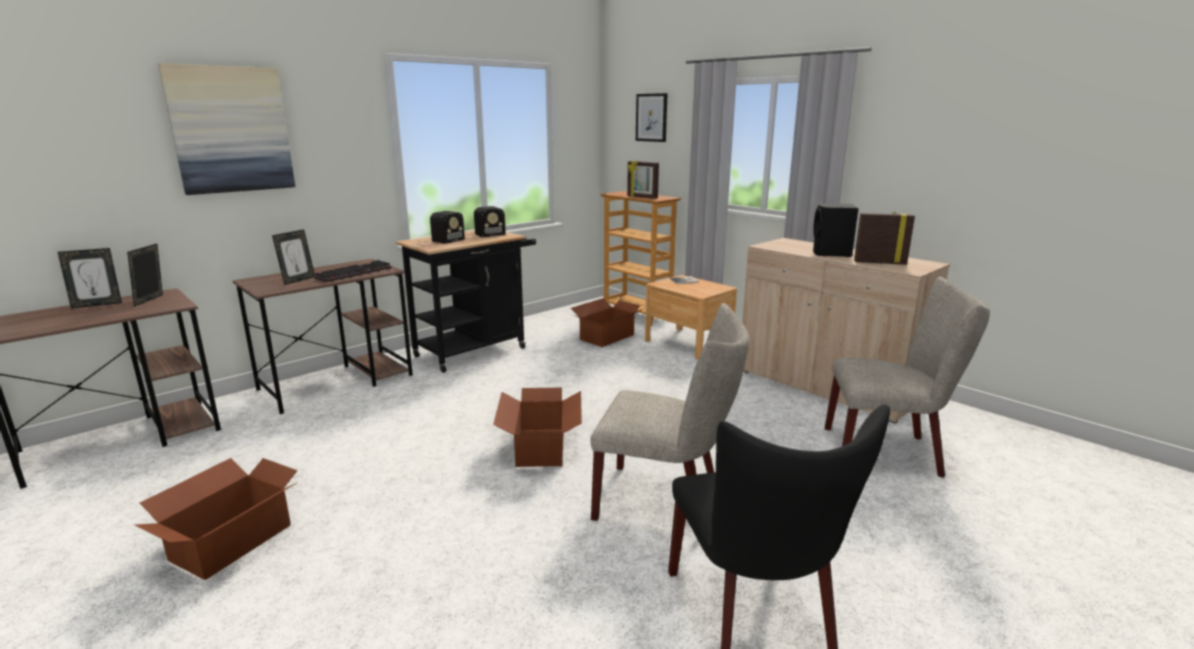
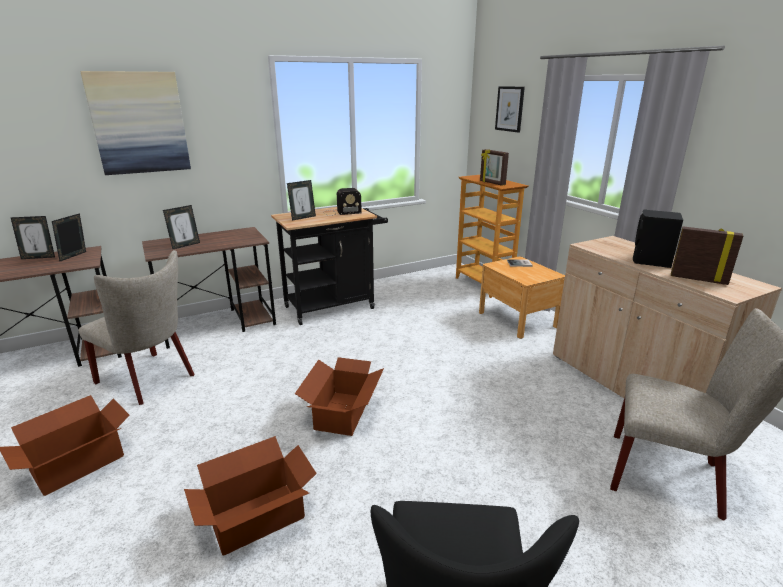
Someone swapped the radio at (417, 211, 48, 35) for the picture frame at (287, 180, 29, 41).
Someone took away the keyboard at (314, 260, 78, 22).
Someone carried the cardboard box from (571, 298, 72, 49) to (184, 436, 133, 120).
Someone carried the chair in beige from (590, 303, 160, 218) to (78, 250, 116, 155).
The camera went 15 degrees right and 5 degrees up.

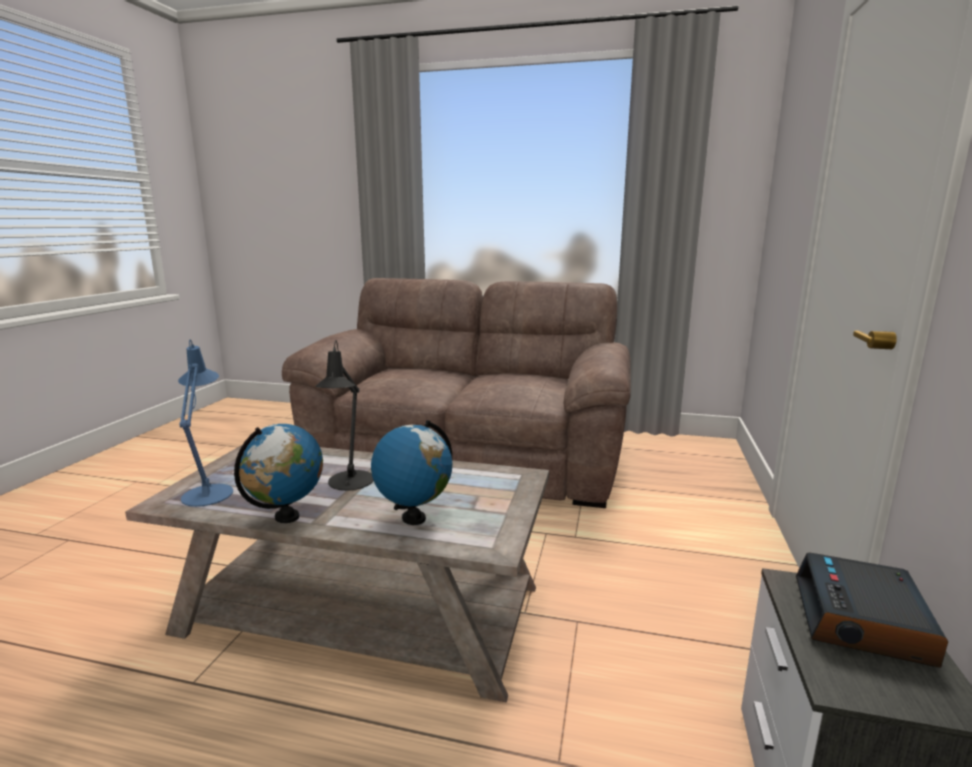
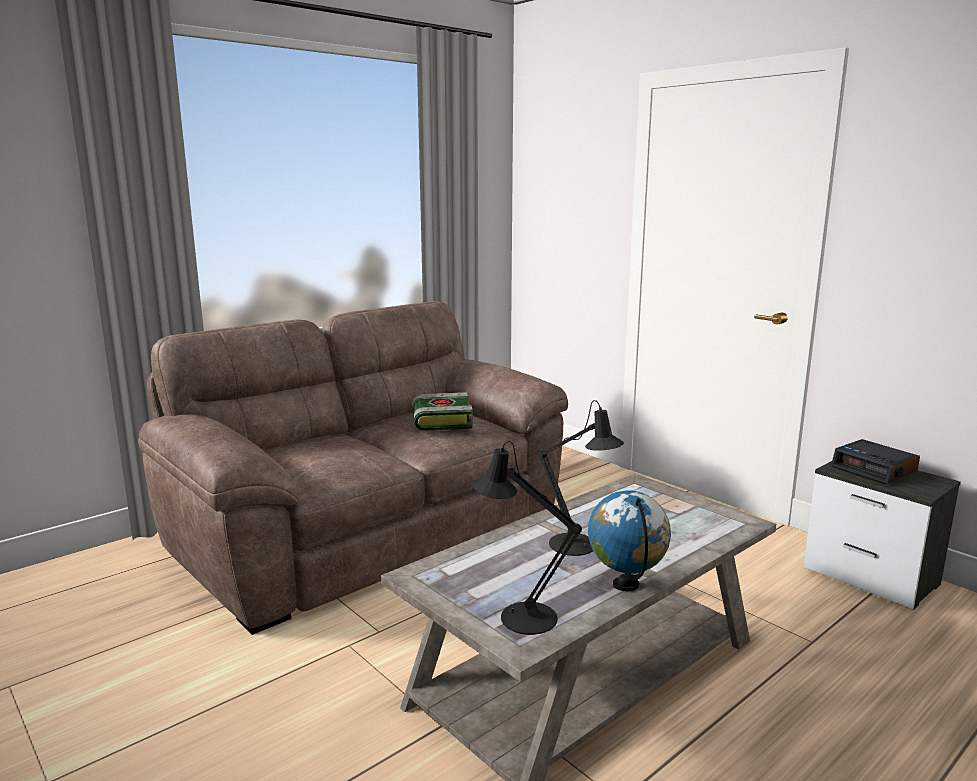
Someone repainted the table lamp in blue at (178, 339, 55, 168), which became the table lamp in black at (473, 441, 109, 194).
Someone took away the globe at (371, 420, 81, 105).
Someone put down the book at (412, 393, 61, 38).
The camera went 55 degrees left and 0 degrees up.

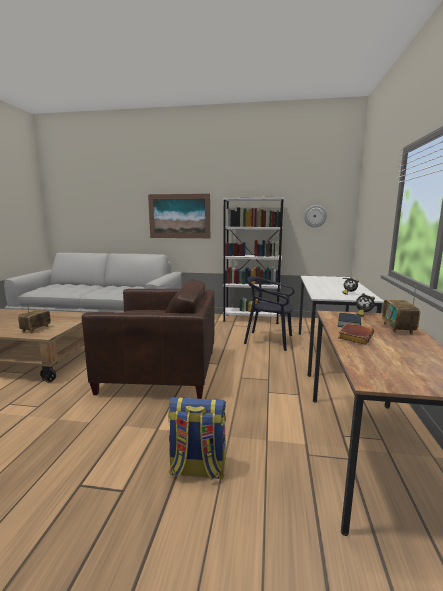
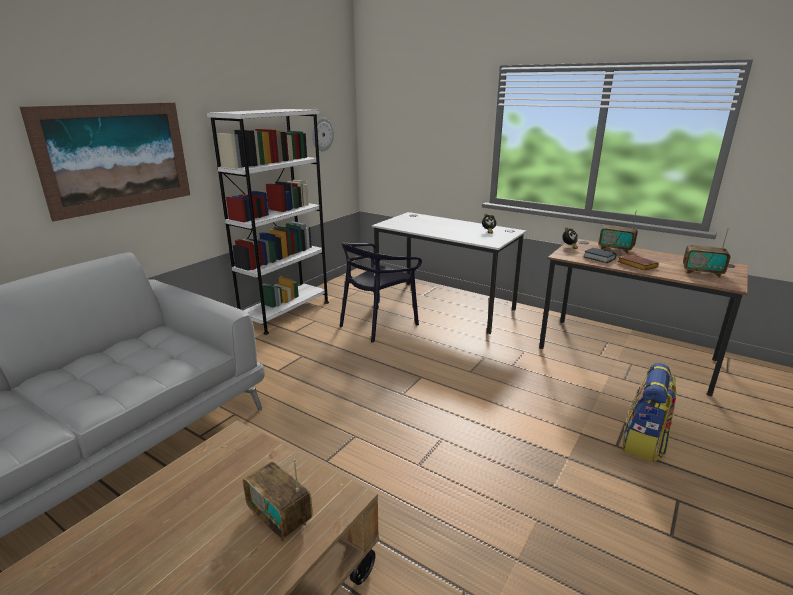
Someone took away the armchair in brown at (82, 279, 133, 120).
Someone put down the radio at (683, 228, 47, 50).
The camera went 65 degrees left and 10 degrees up.

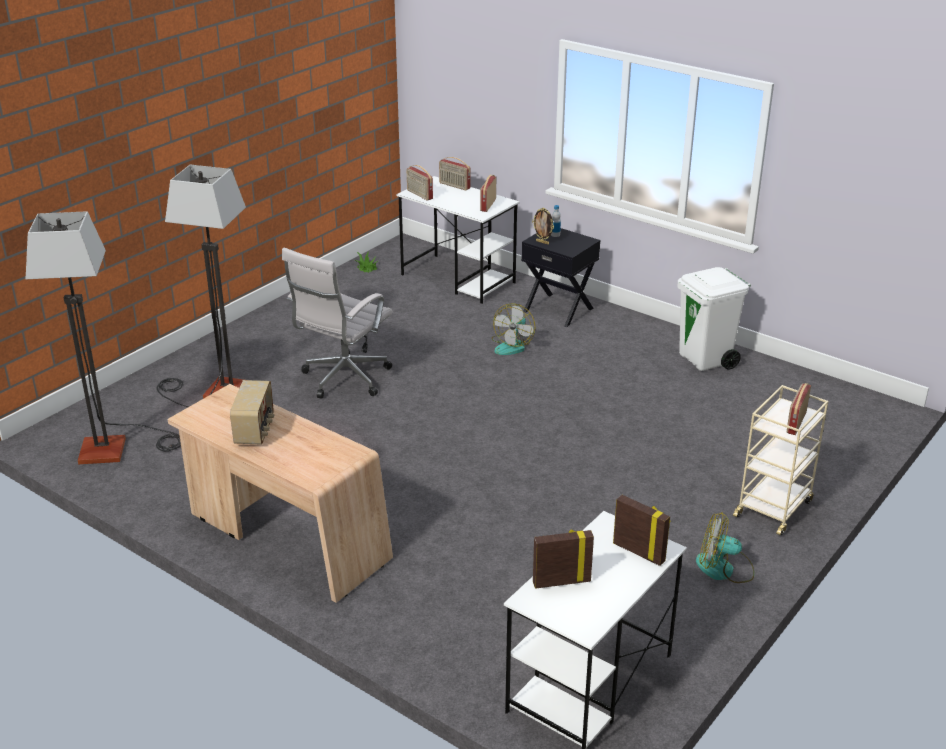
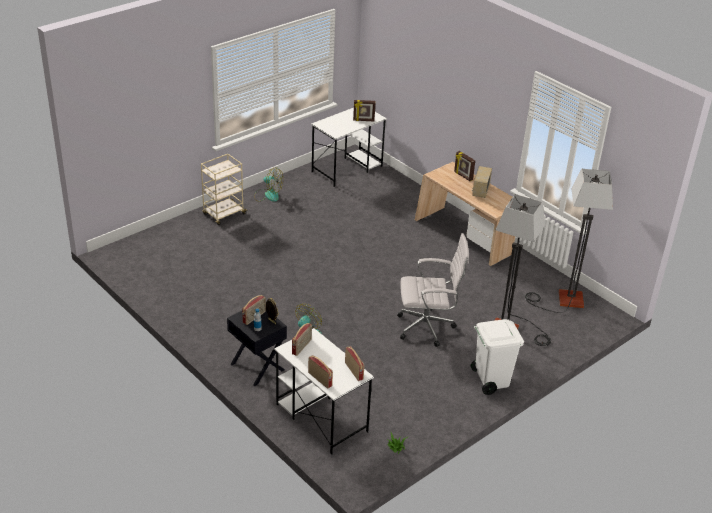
Someone rotated the office chair in white at (282, 248, 110, 150) by 45 degrees clockwise.
Someone carried the trash can in white from (678, 267, 73, 104) to (471, 319, 53, 76).
Someone carried the radio from (787, 383, 24, 52) to (242, 295, 24, 30).
Someone carried the picture frame from (613, 495, 57, 71) to (454, 151, 21, 30).
The camera went 170 degrees left and 5 degrees up.

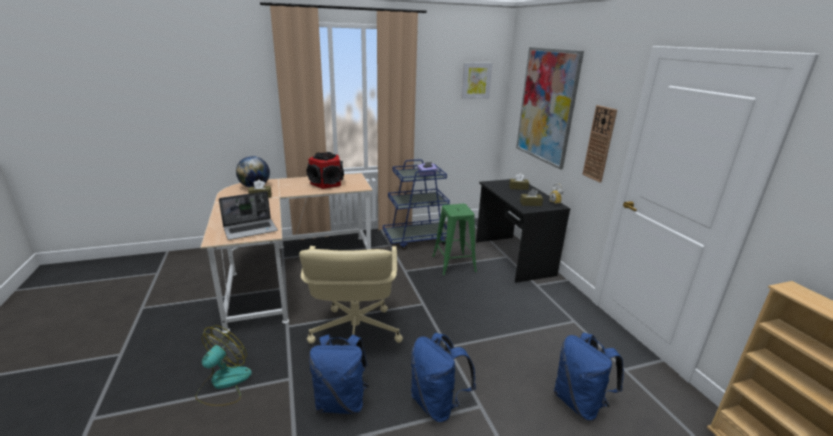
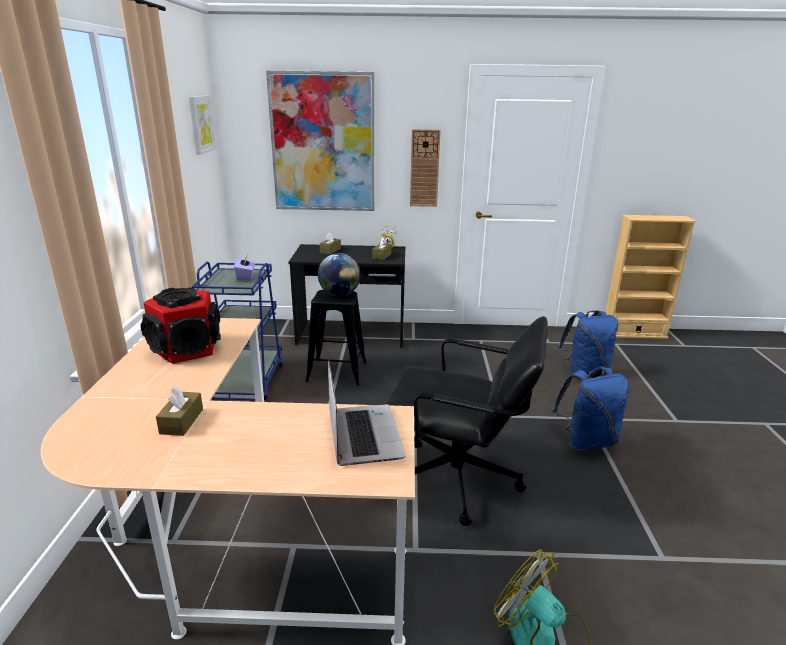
Someone carried the globe from (236, 156, 34, 31) to (318, 253, 43, 43).
Someone repainted the stool in green at (432, 204, 45, 71), which became the stool in black at (305, 290, 61, 95).
Someone repainted the office chair in beige at (299, 246, 104, 98), which became the office chair in black at (385, 316, 163, 210).
Someone took away the backpack in blue at (309, 334, 60, 80).
The camera went 70 degrees left and 0 degrees up.

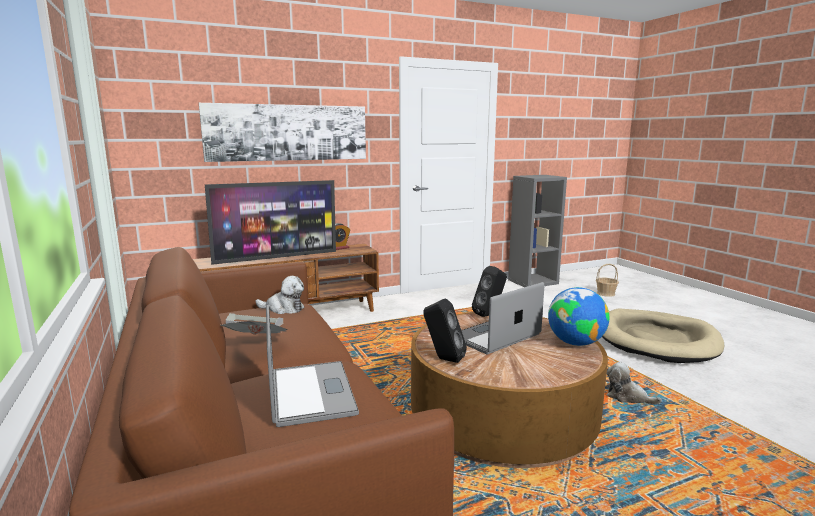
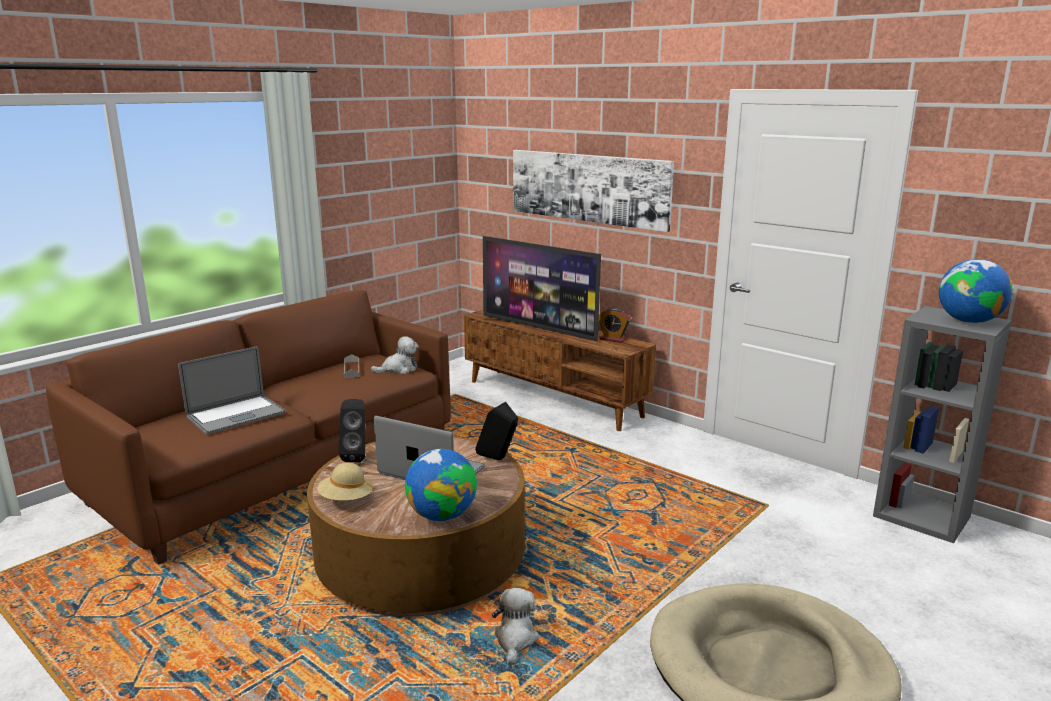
Someone took away the basket at (596, 264, 23, 33).
Someone rotated the plush toy at (255, 276, 49, 38) by 105 degrees counterclockwise.
Someone took away the newspaper at (221, 321, 67, 14).
Someone put down the globe at (939, 259, 73, 64).
Someone put down the hat in beige at (317, 463, 57, 38).
The camera went 65 degrees right and 5 degrees up.

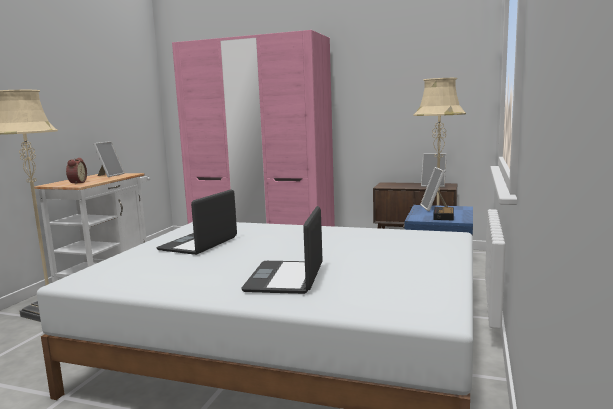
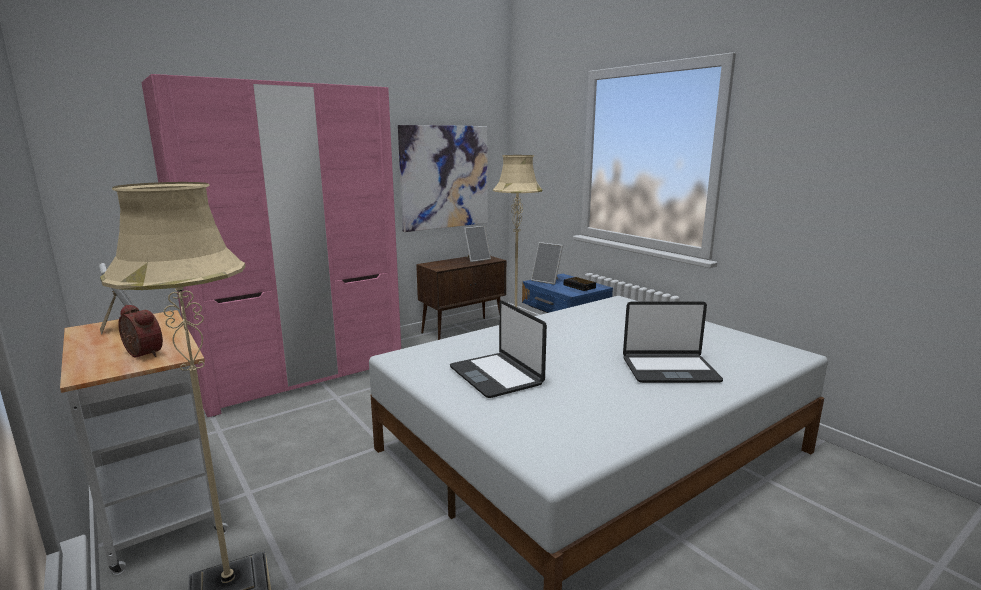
Someone rotated the laptop at (241, 206, 82, 88) by 45 degrees counterclockwise.
Someone put up the picture at (398, 125, 90, 107).
The camera went 55 degrees left and 5 degrees up.

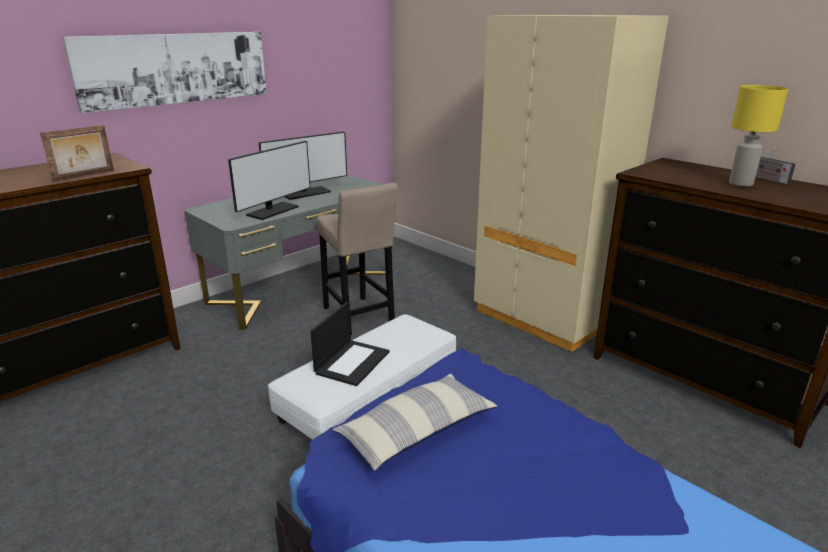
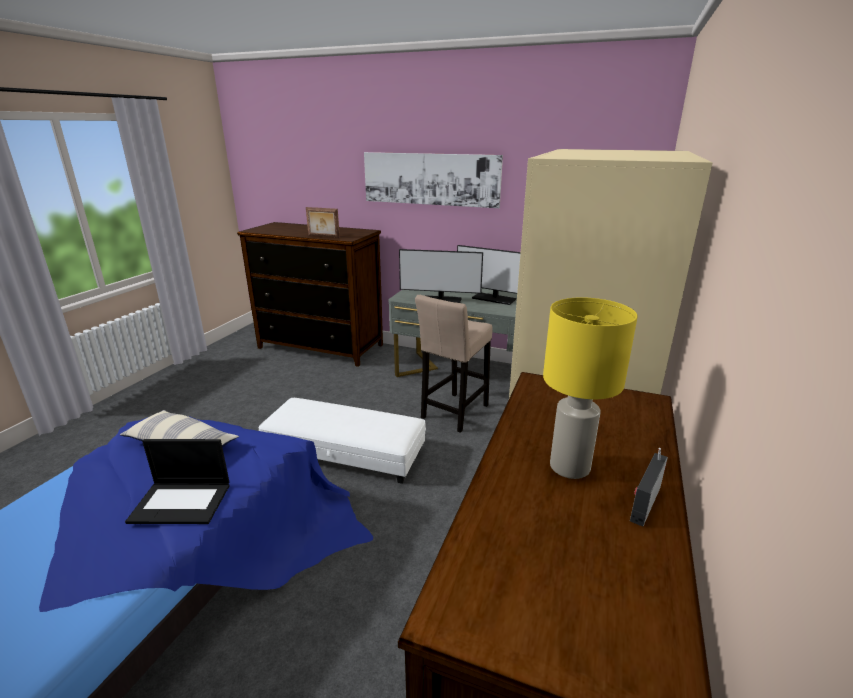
Someone carried the laptop from (310, 302, 80, 84) to (125, 439, 104, 85).
The camera went 65 degrees right and 0 degrees up.

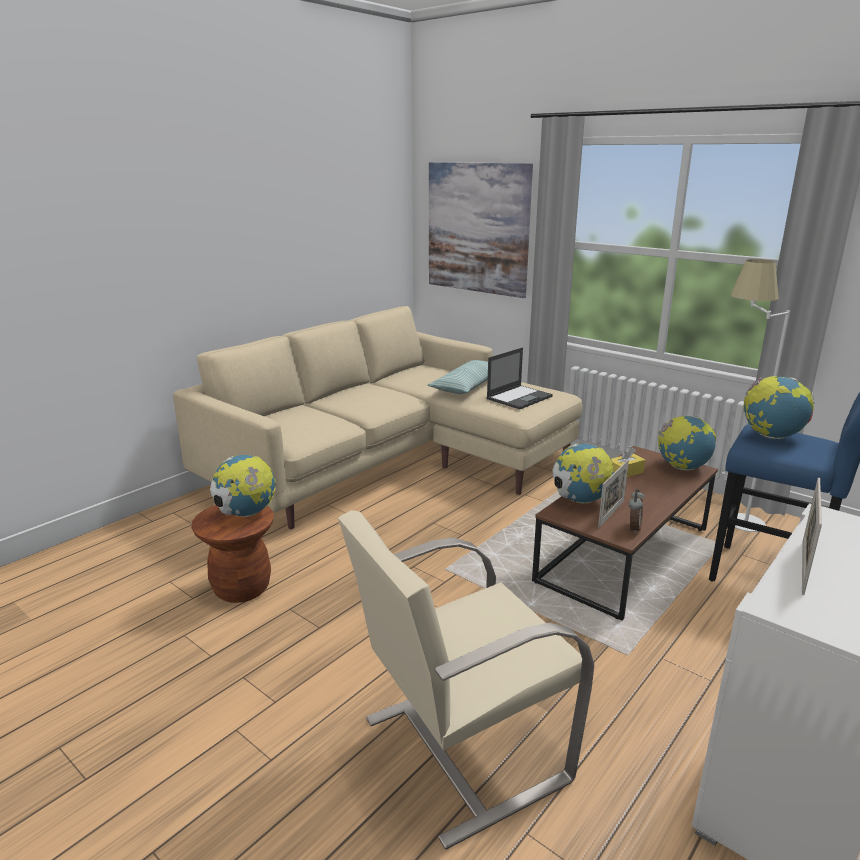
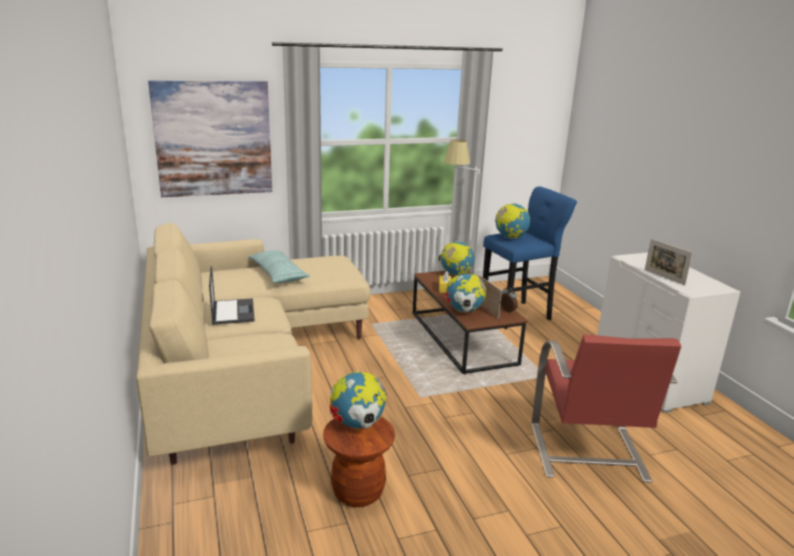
Someone carried the laptop from (486, 347, 67, 62) to (209, 266, 46, 59).
Someone repainted the armchair in beige at (338, 510, 256, 340), which became the armchair in red at (532, 334, 149, 149).
The camera went 60 degrees left and 0 degrees up.

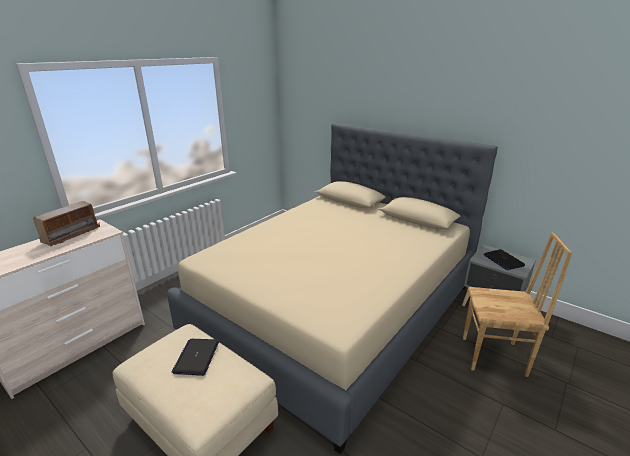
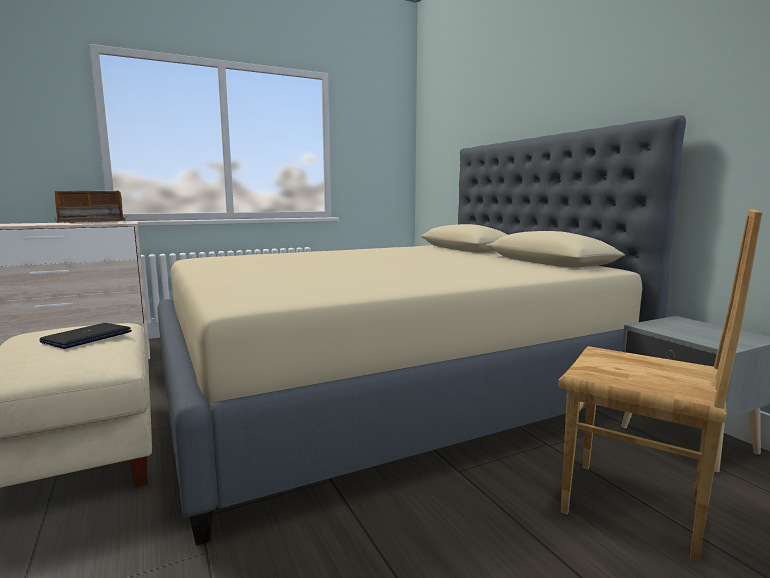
Someone took away the laptop at (484, 249, 41, 21).
The camera went 25 degrees right and 15 degrees down.

